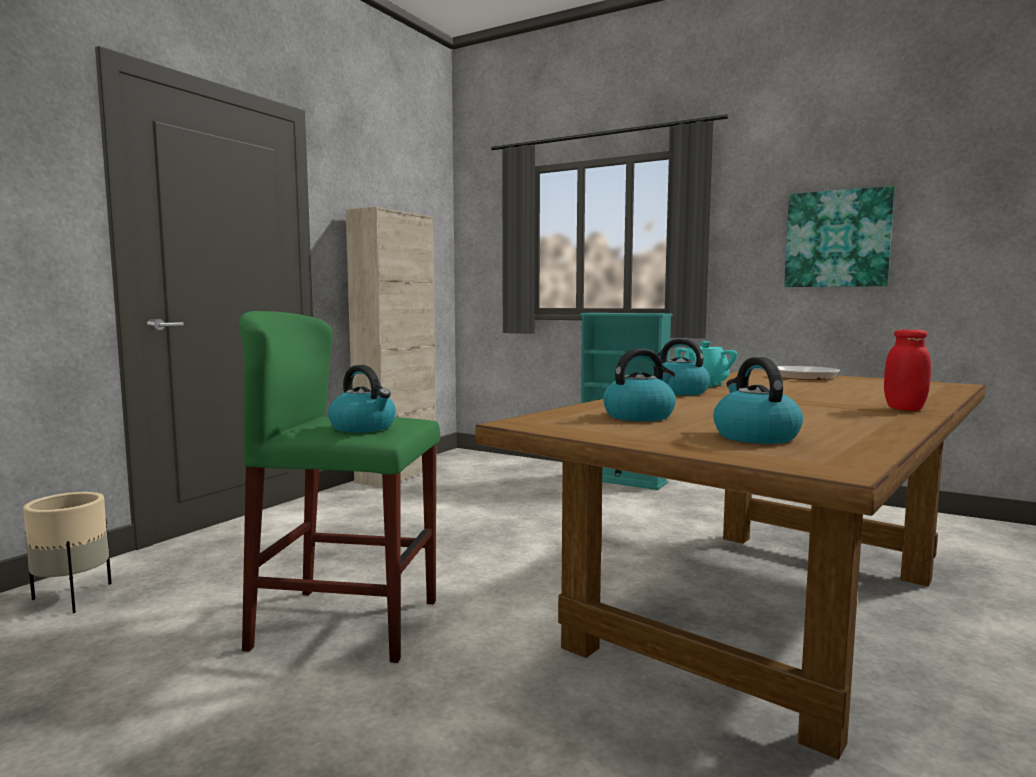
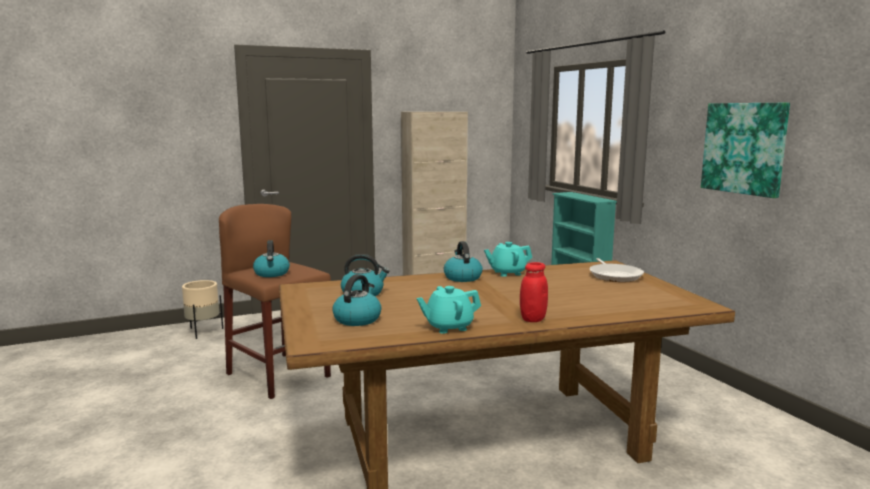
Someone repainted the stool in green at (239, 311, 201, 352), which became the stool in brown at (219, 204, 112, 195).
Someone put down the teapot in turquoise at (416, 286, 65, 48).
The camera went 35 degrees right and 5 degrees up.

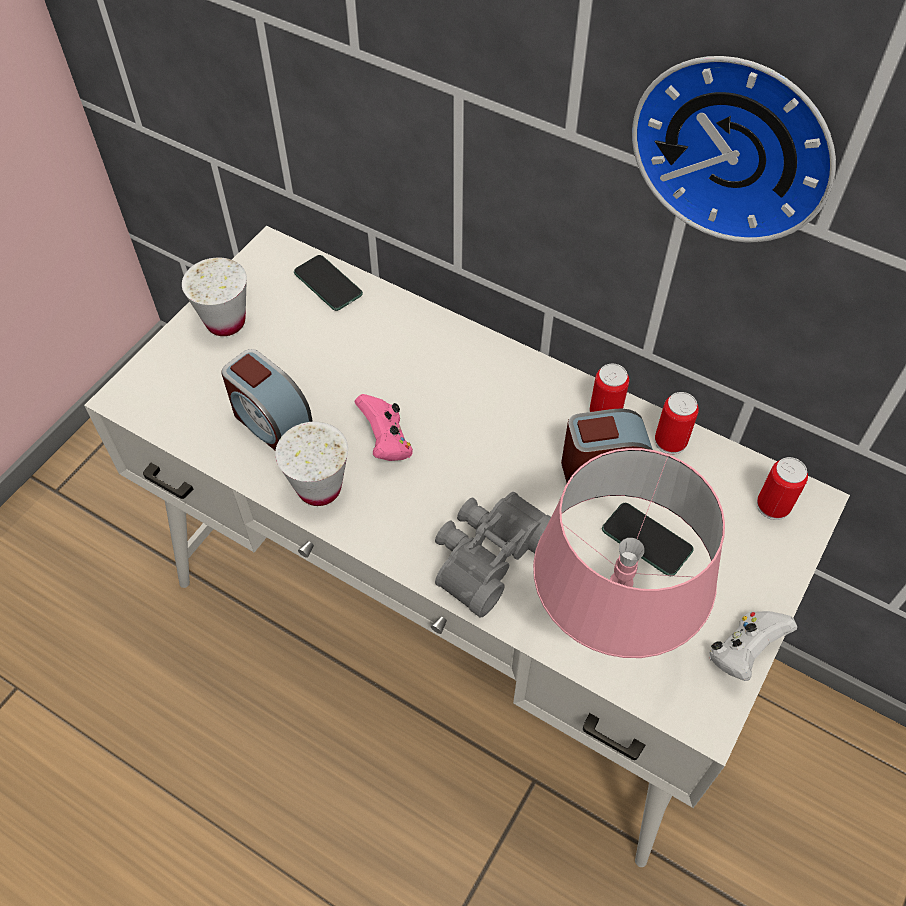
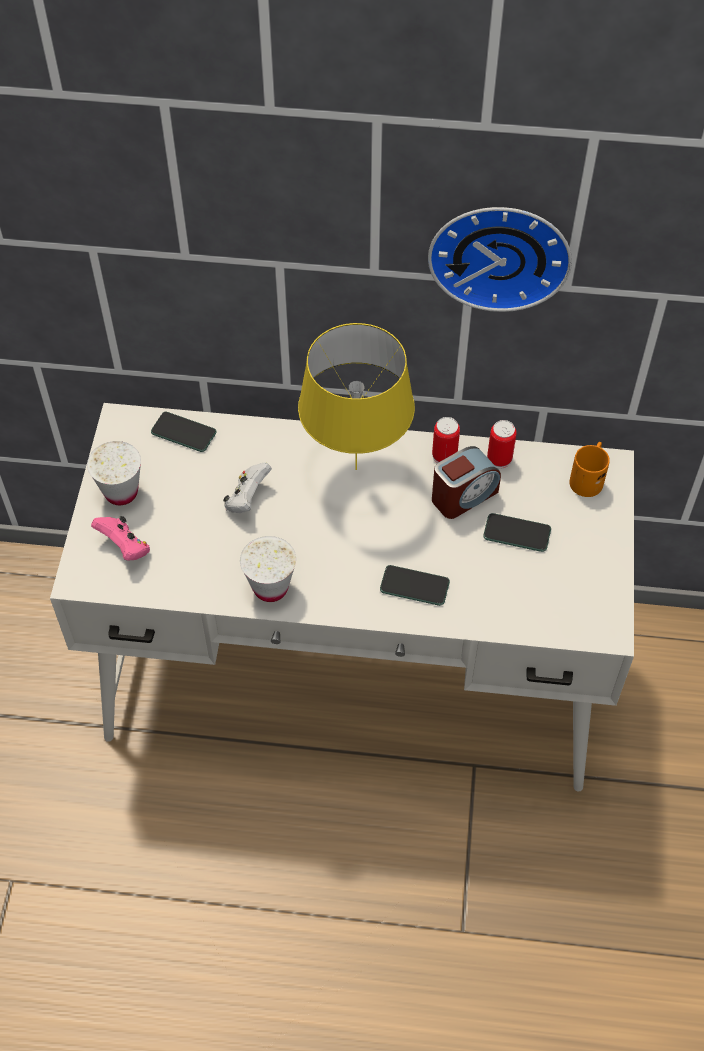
Someone took away the alarm clock at (222, 349, 91, 102).
Someone carried the game controller in pink from (354, 394, 59, 67) to (91, 516, 59, 45).
Someone took away the table lamp in pink at (533, 448, 192, 210).
Someone swapped the can at (757, 457, 51, 63) for the mug in orange at (569, 442, 41, 55).
Someone swapped the binoculars in grey at (435, 492, 116, 126) for the phone at (380, 565, 70, 41).
Someone carried the game controller in white from (709, 611, 88, 70) to (223, 462, 49, 51).
Someone put down the table lamp in yellow at (298, 323, 117, 147).
The camera went 25 degrees left and 0 degrees up.

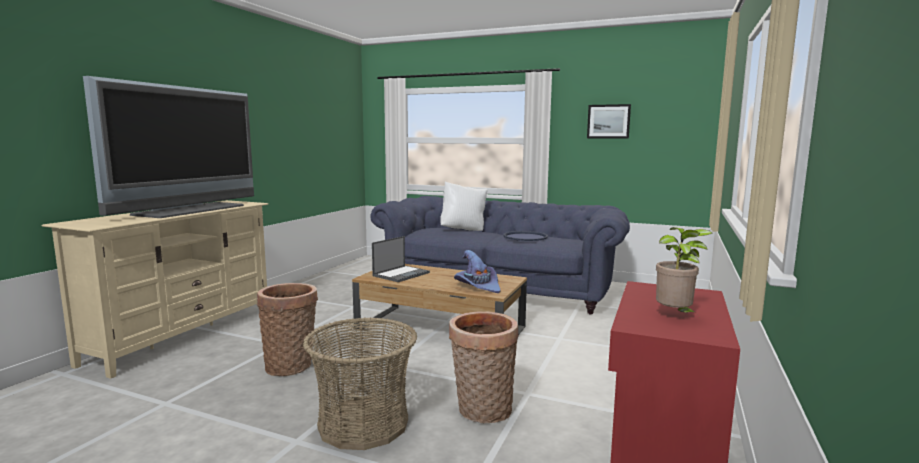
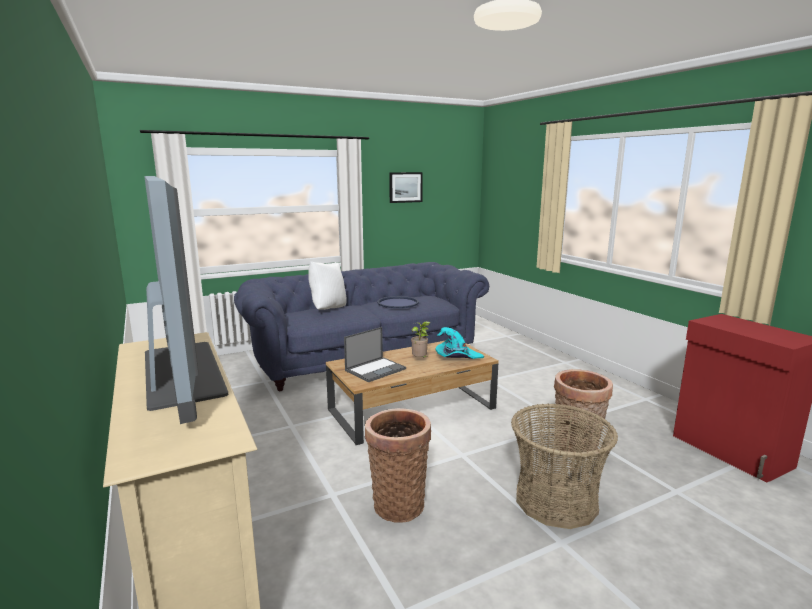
Someone carried the potted plant from (656, 227, 57, 89) to (411, 321, 20, 36).
Someone rotated the laptop at (372, 236, 58, 46) by 60 degrees clockwise.
Someone repainted the hat in purple at (454, 250, 47, 43), which became the hat in turquoise at (435, 327, 49, 32).
The camera went 50 degrees left and 5 degrees up.

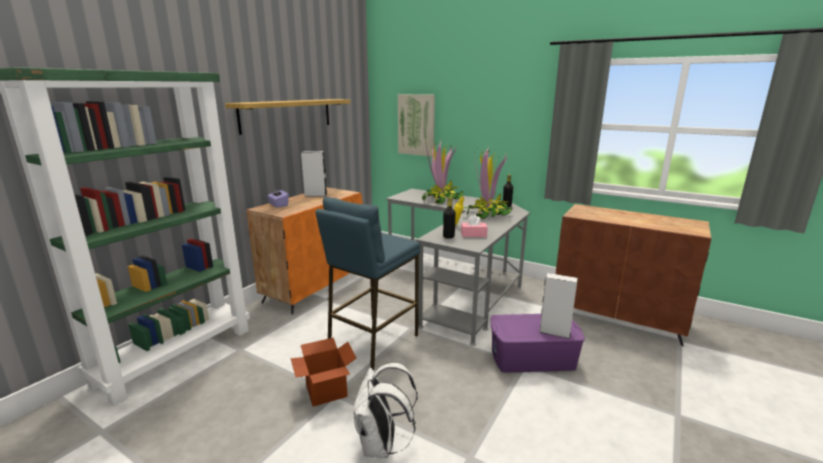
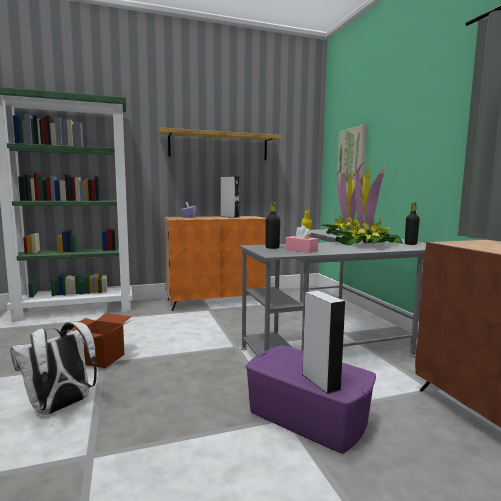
Someone took away the stool in blue at (315, 197, 105, 173).
The camera went 40 degrees right and 10 degrees down.

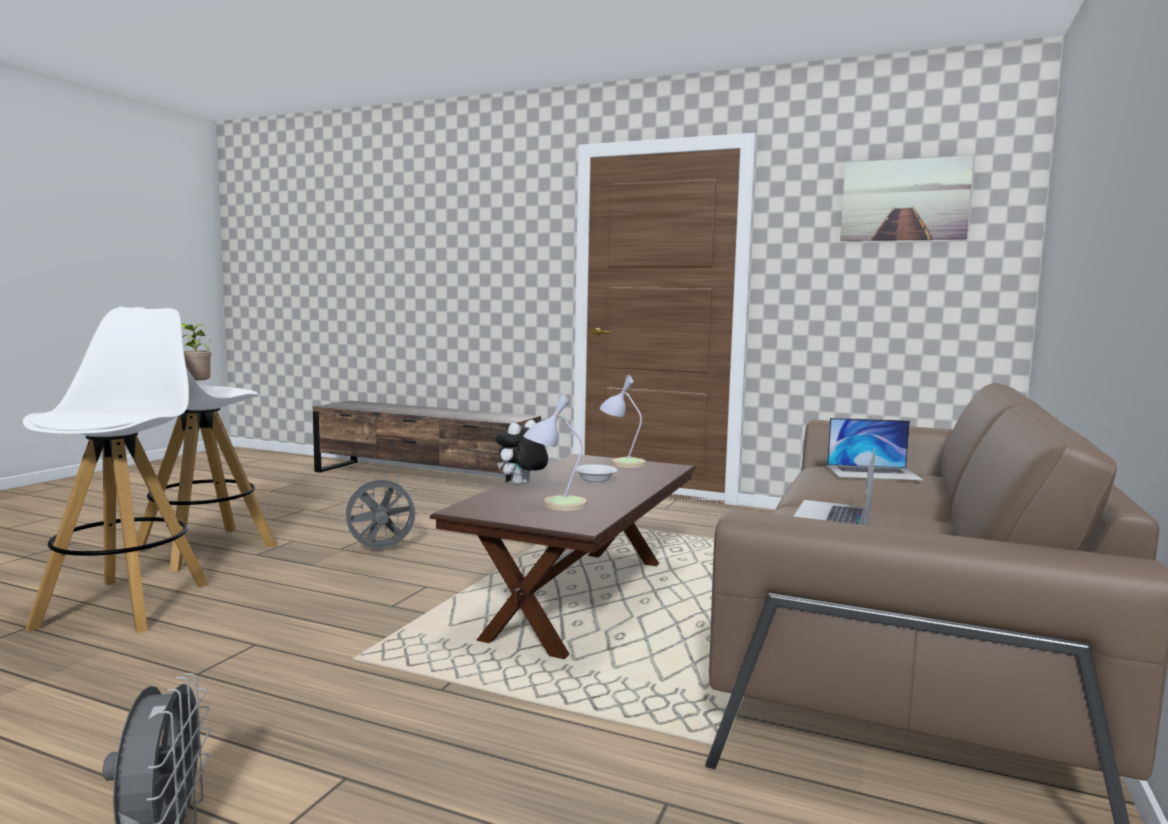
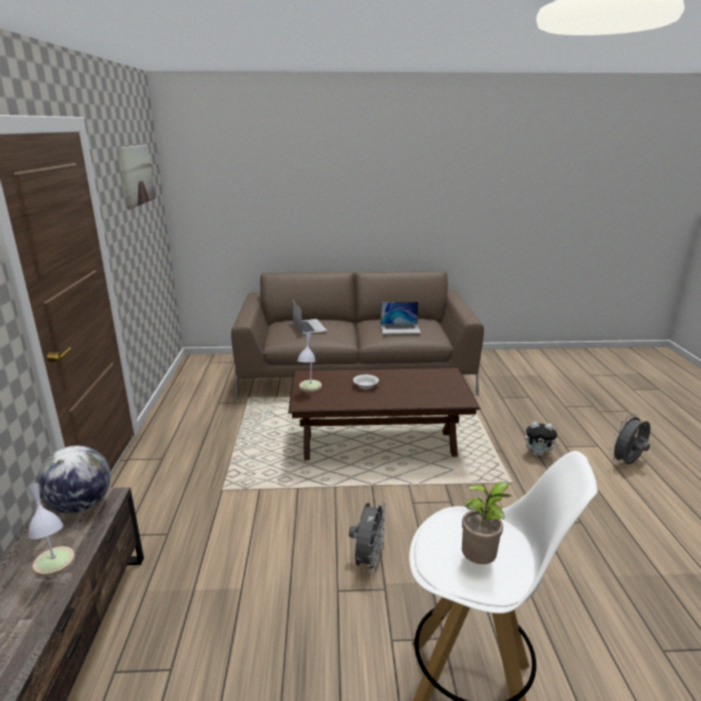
Someone took away the stool in white at (23, 307, 186, 326).
Someone carried the table lamp from (523, 392, 64, 119) to (27, 483, 48, 95).
Someone carried the plush toy from (496, 420, 52, 65) to (525, 422, 34, 35).
Someone rotated the fan in grey at (341, 475, 77, 73) by 120 degrees counterclockwise.
Someone put down the globe at (37, 446, 74, 67).
The camera went 115 degrees left and 15 degrees up.

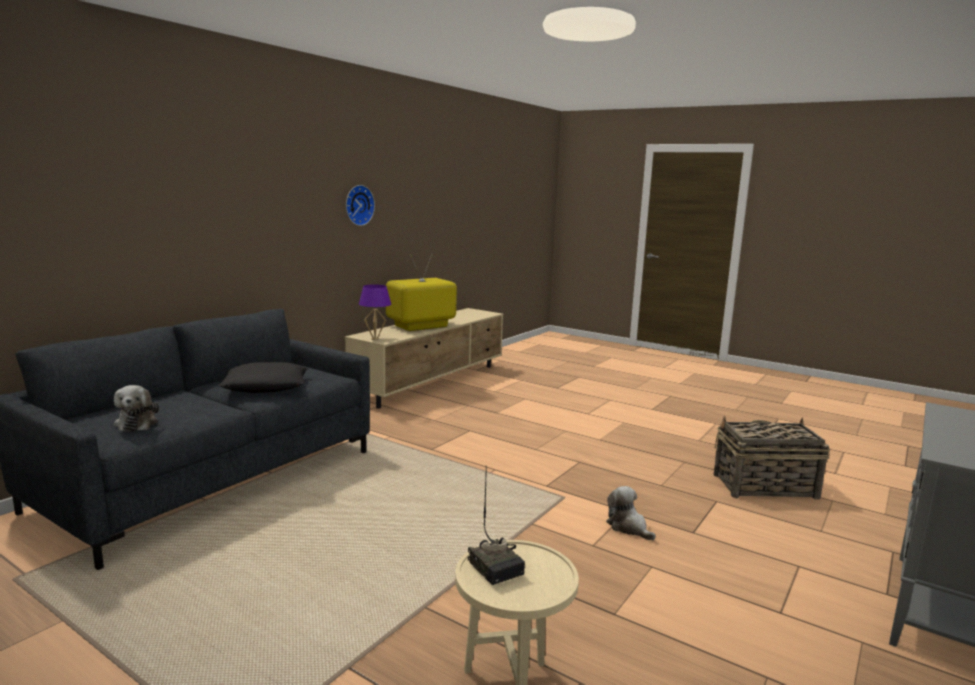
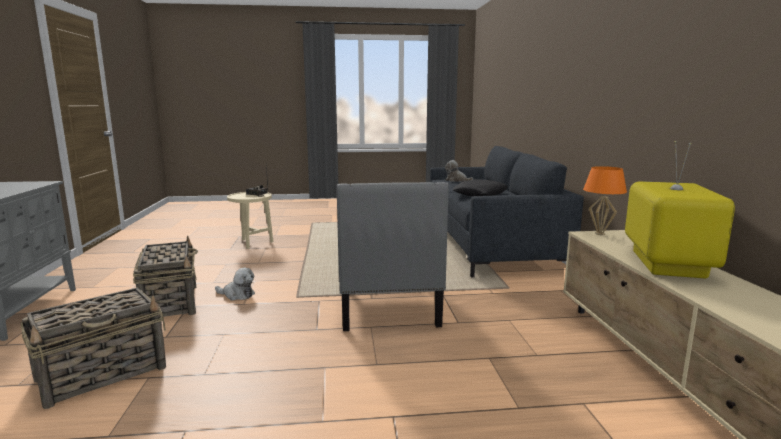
Someone took away the wall clock at (346, 185, 29, 41).
Someone repainted the table lamp in purple at (359, 284, 32, 56), which became the table lamp in orange at (583, 166, 44, 69).
Someone put down the armchair in grey at (337, 182, 112, 149).
Someone put down the basket at (133, 236, 65, 81).
The camera went 140 degrees right and 0 degrees up.

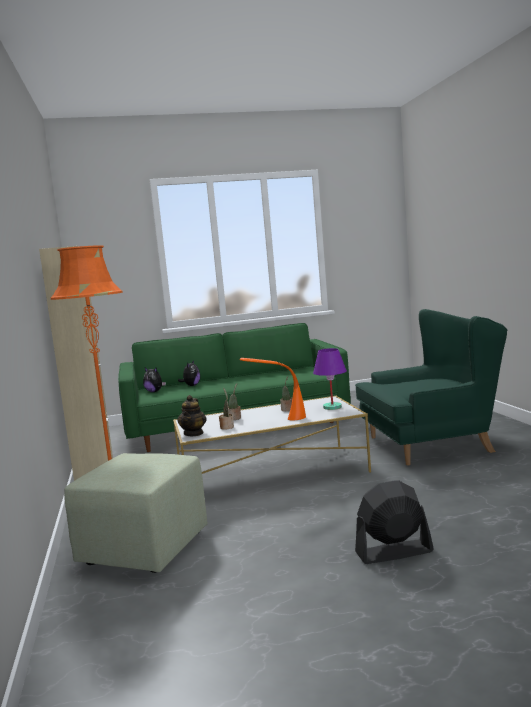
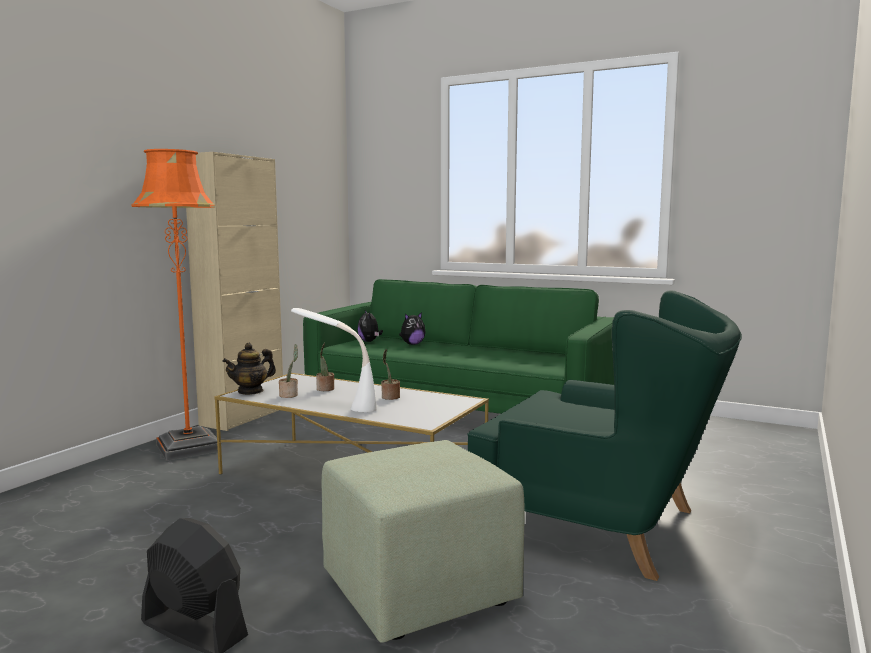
Someone took away the table lamp in purple at (313, 348, 34, 62).
Someone repainted the table lamp in orange at (240, 358, 66, 63), which became the table lamp in white at (291, 308, 86, 104).
Someone carried the ottoman in green from (64, 453, 144, 120) to (322, 440, 203, 203).
The camera went 40 degrees right and 0 degrees up.

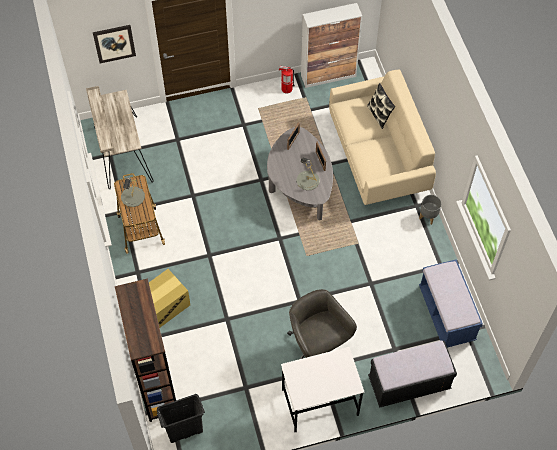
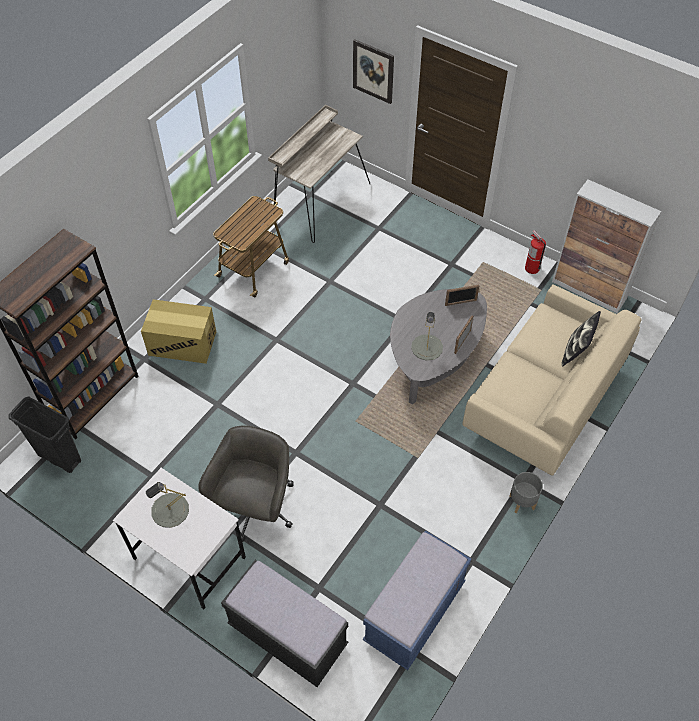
Someone carried the table lamp in grey from (121, 177, 24, 30) to (146, 482, 43, 46).
The camera went 50 degrees right and 5 degrees down.

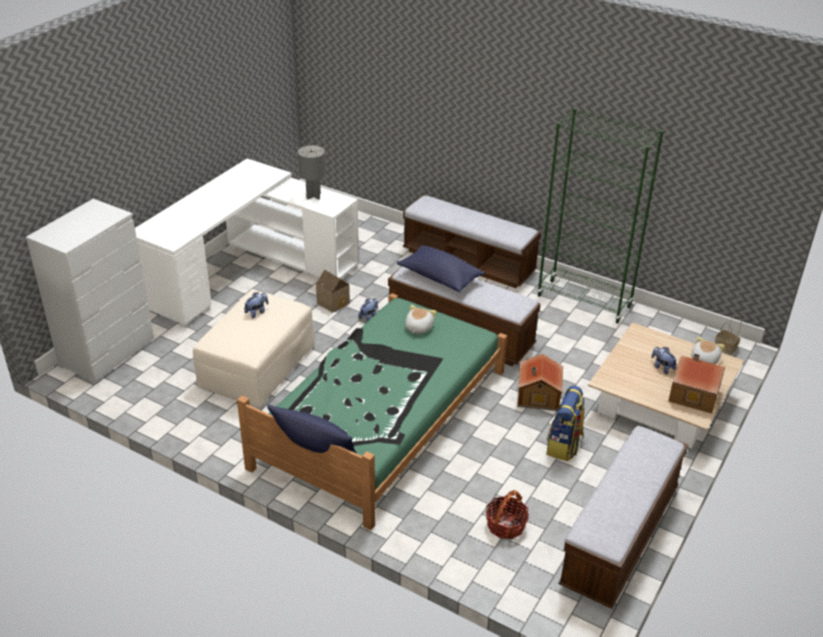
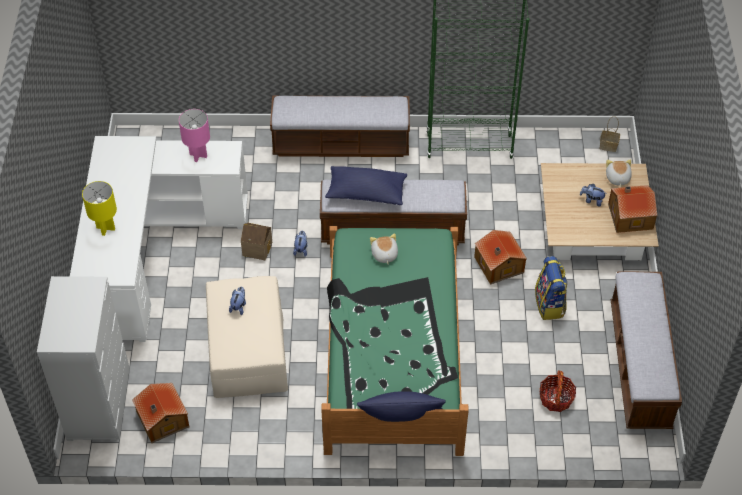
Someone repainted the table lamp in grey at (298, 145, 28, 55), which became the table lamp in pink at (179, 109, 31, 53).
Someone put down the table lamp in yellow at (82, 181, 35, 55).
Someone put down the toy house at (132, 383, 57, 60).
The camera went 30 degrees left and 15 degrees up.

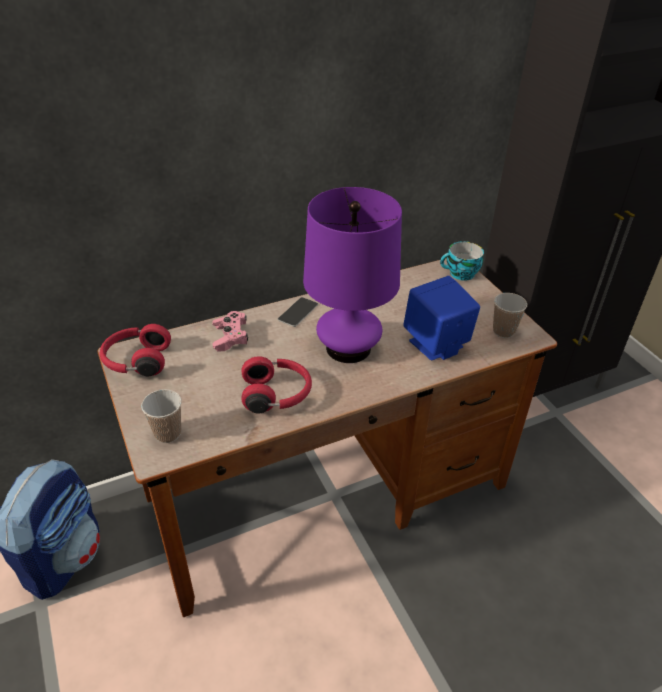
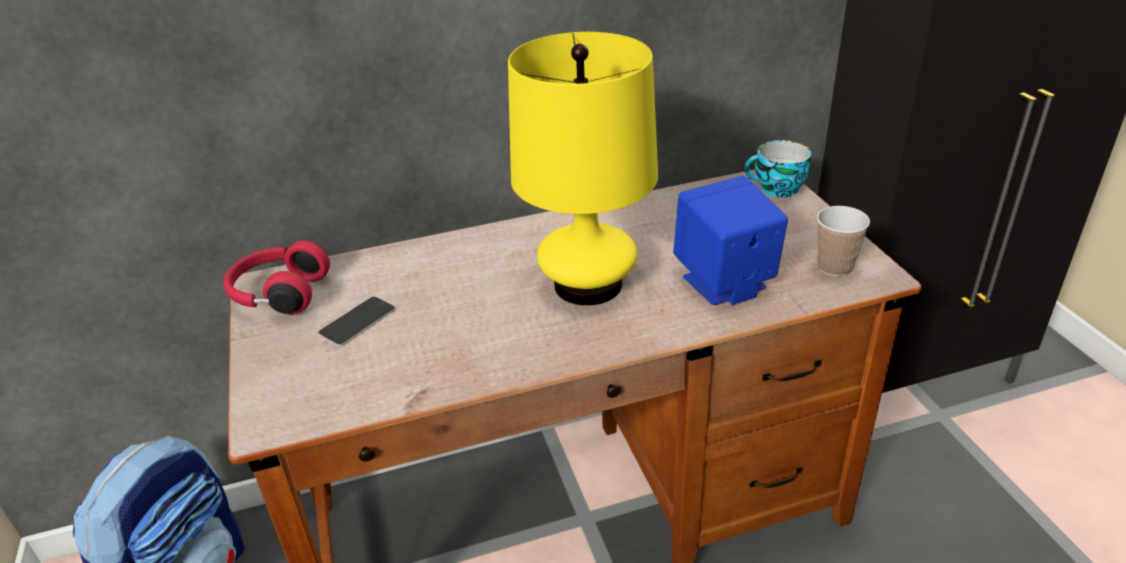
Someone repainted the table lamp in purple at (303, 187, 99, 176), which became the table lamp in yellow at (508, 32, 150, 274).
Someone carried the phone from (278, 297, 40, 30) to (318, 296, 78, 51).
Someone took away the game controller in pink at (213, 311, 35, 41).
Someone took away the headphones in red at (241, 356, 71, 58).
Someone took away the cup at (141, 389, 41, 54).
The camera went 10 degrees right and 5 degrees down.

